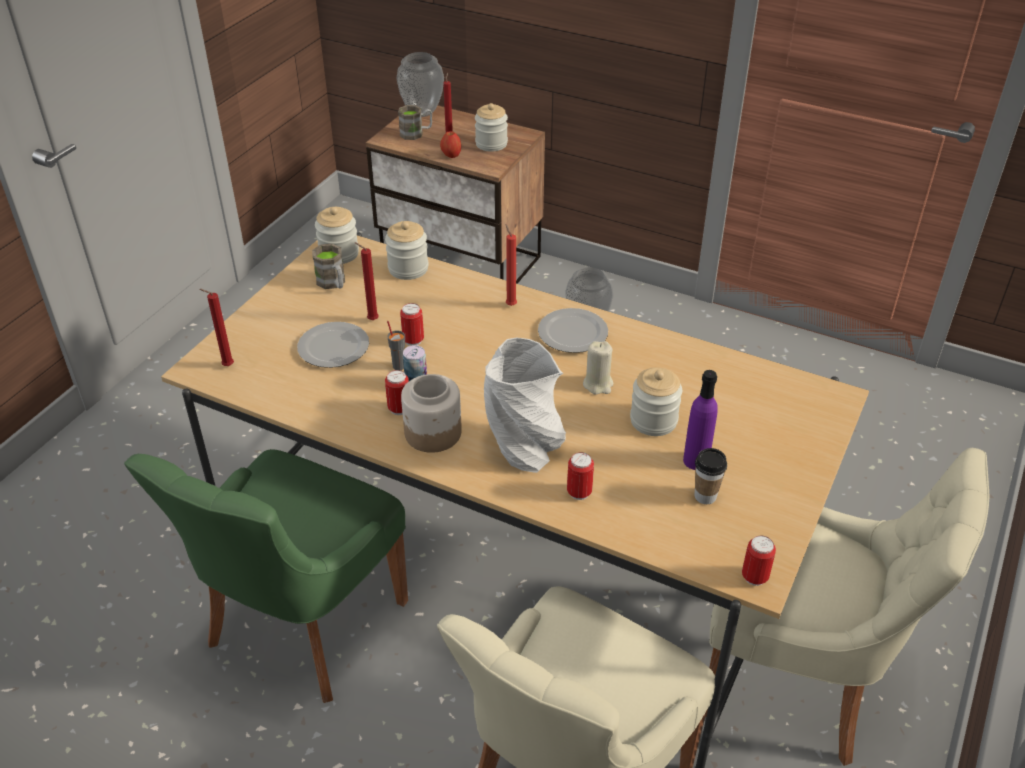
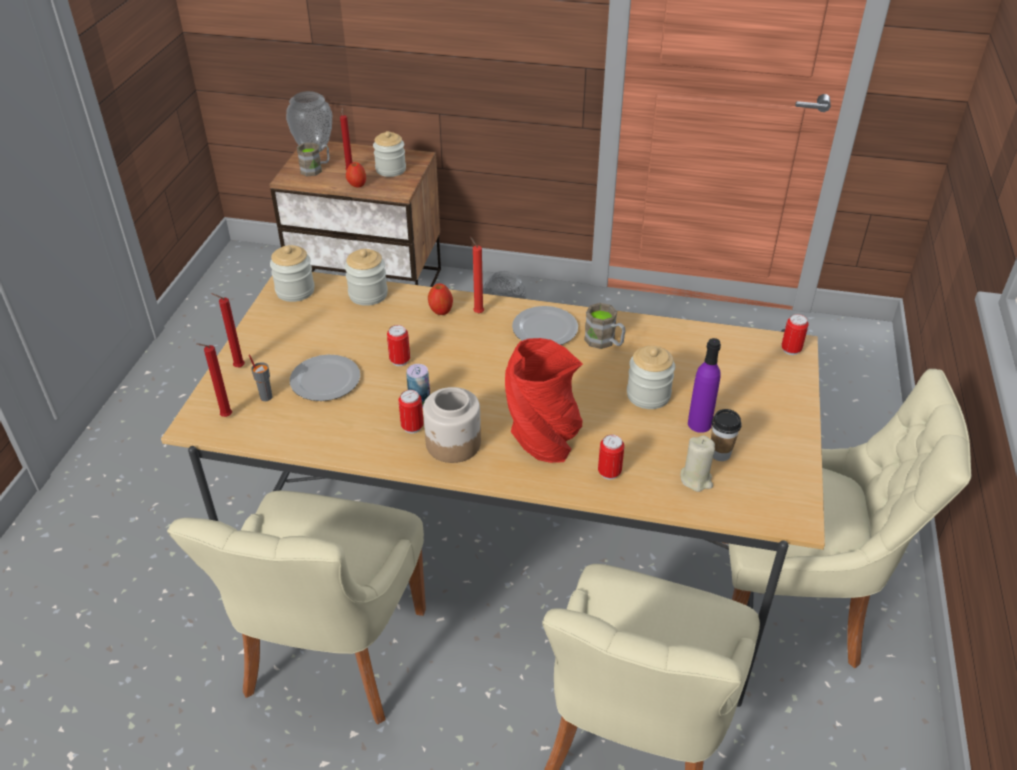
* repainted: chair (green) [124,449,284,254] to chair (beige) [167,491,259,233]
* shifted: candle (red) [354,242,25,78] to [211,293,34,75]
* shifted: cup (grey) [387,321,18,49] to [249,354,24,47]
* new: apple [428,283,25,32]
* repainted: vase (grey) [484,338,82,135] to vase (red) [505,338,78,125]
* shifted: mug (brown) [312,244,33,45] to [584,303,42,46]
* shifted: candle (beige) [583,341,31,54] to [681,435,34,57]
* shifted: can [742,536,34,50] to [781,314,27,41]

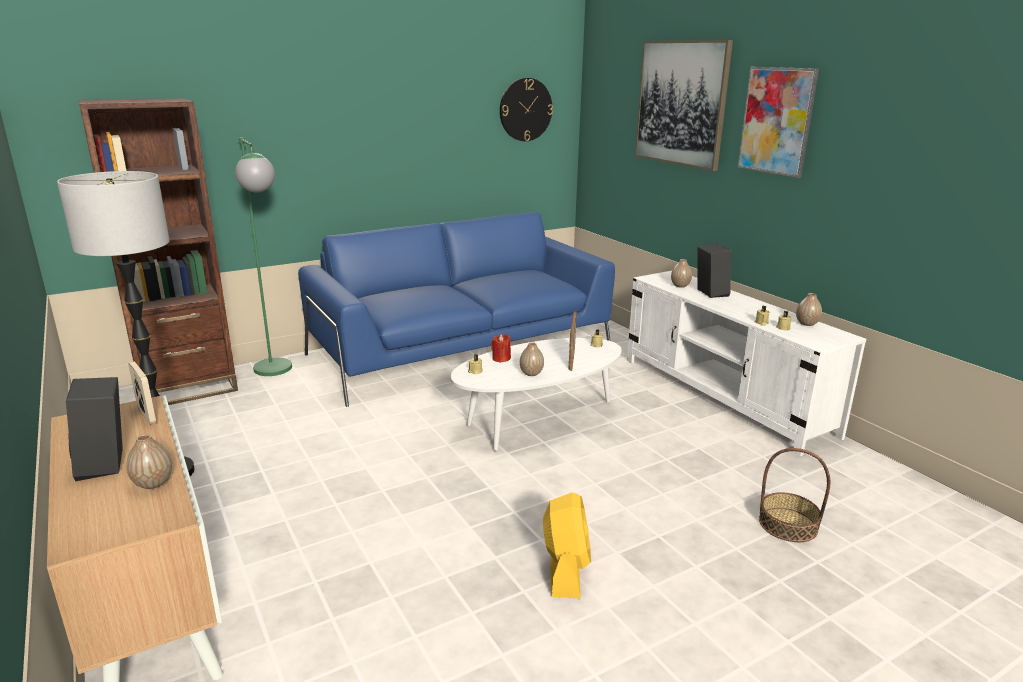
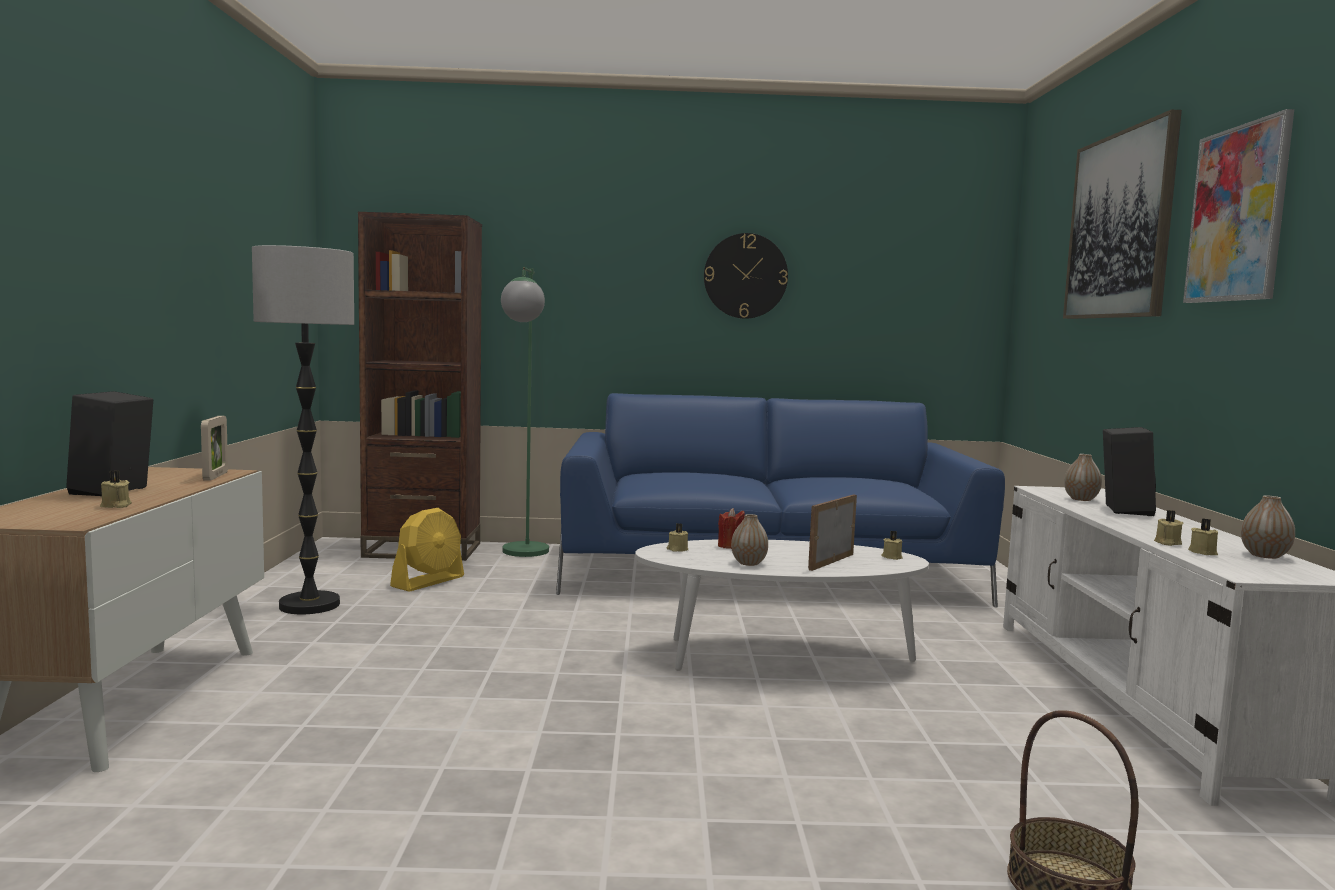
* swapped: vase [126,434,46,55] to candle (beige) [100,470,32,38]
* shifted: fan (yellow) [543,493,48,105] to [390,508,74,84]
* shifted: wall clock [500,78,53,63] to [704,233,84,86]

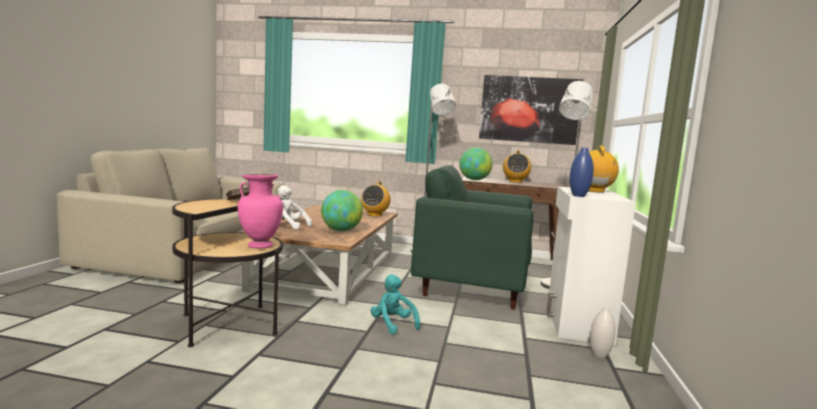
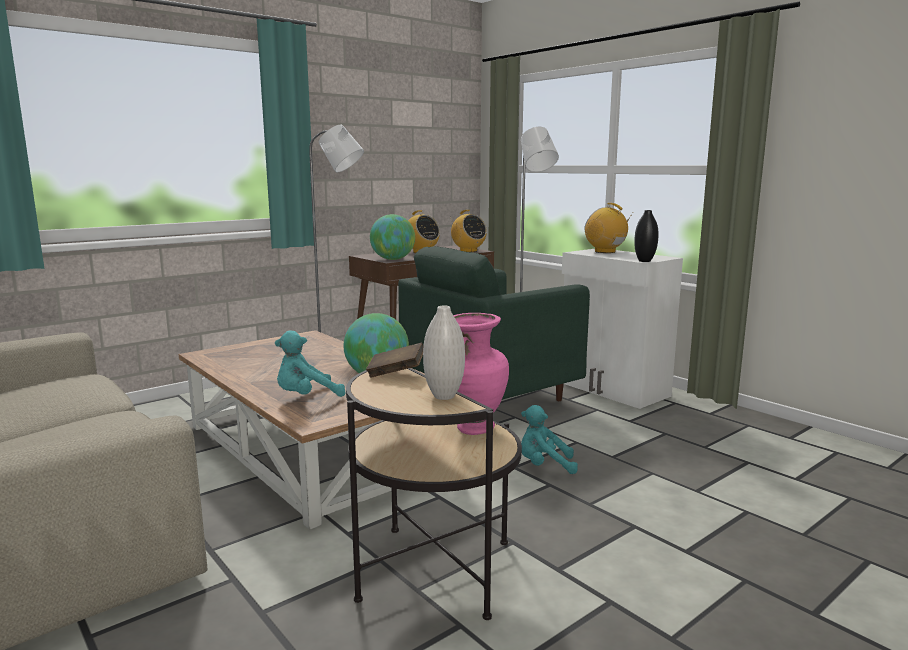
* repainted: plush toy (white) [278,185,34,45] to plush toy (turquoise) [275,330,71,67]
* shifted: vase (white) [590,306,26,52] to [423,306,42,94]
* shifted: radio [361,181,30,35] to [450,210,37,42]
* repainted: vase (blue) [570,147,24,50] to vase (black) [634,210,25,52]
* gone: picture [479,75,104,70]

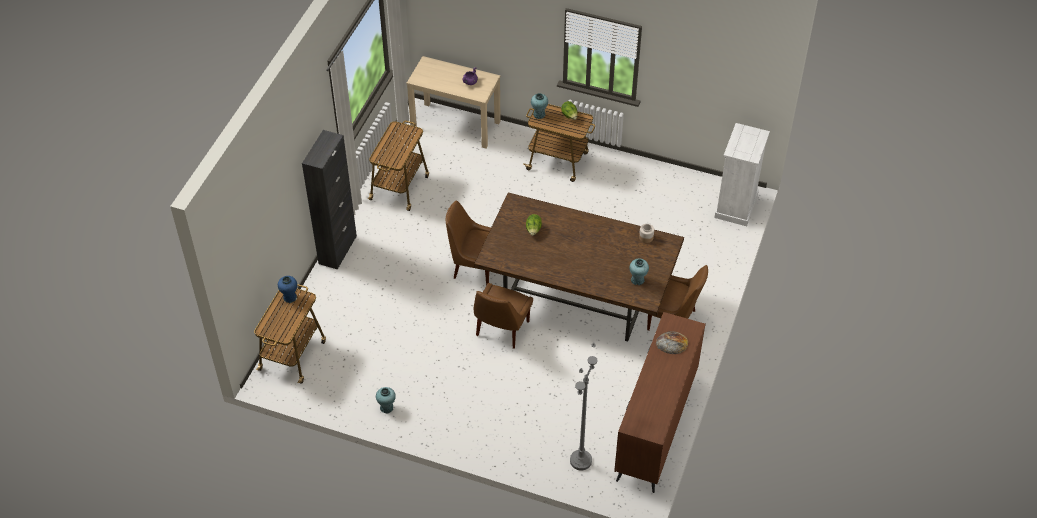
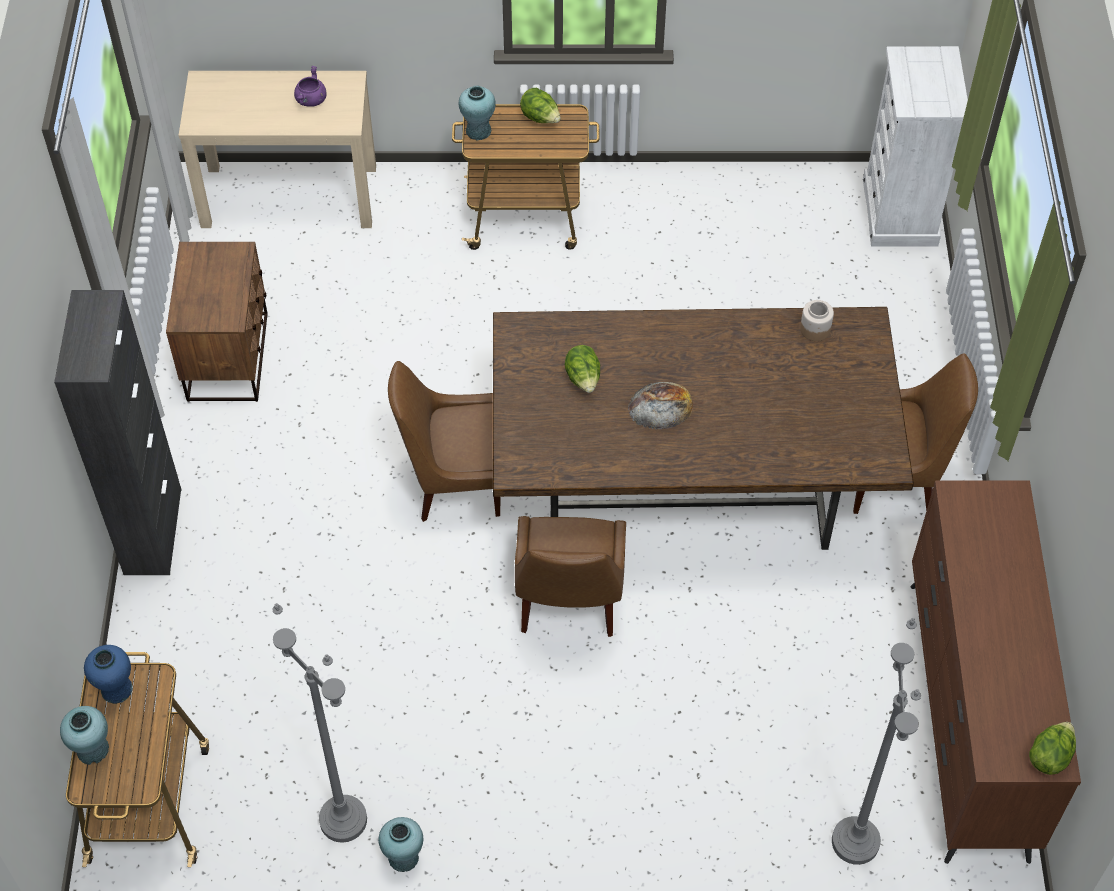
* shifted: vase (turquoise) [630,259,19,26] to [60,706,49,59]
* swapped: cart [368,121,61,90] to nightstand (brown) [166,242,102,160]
* new: floor lamp (grey) [272,603,95,240]
* shifted: bread [656,331,32,23] to [628,382,65,47]
* new: lettuce [1029,722,47,53]

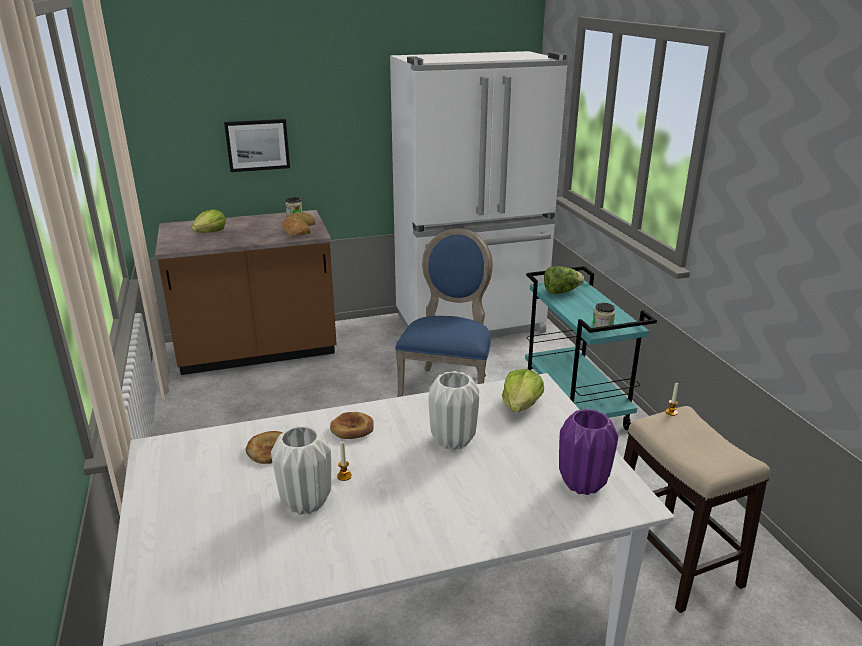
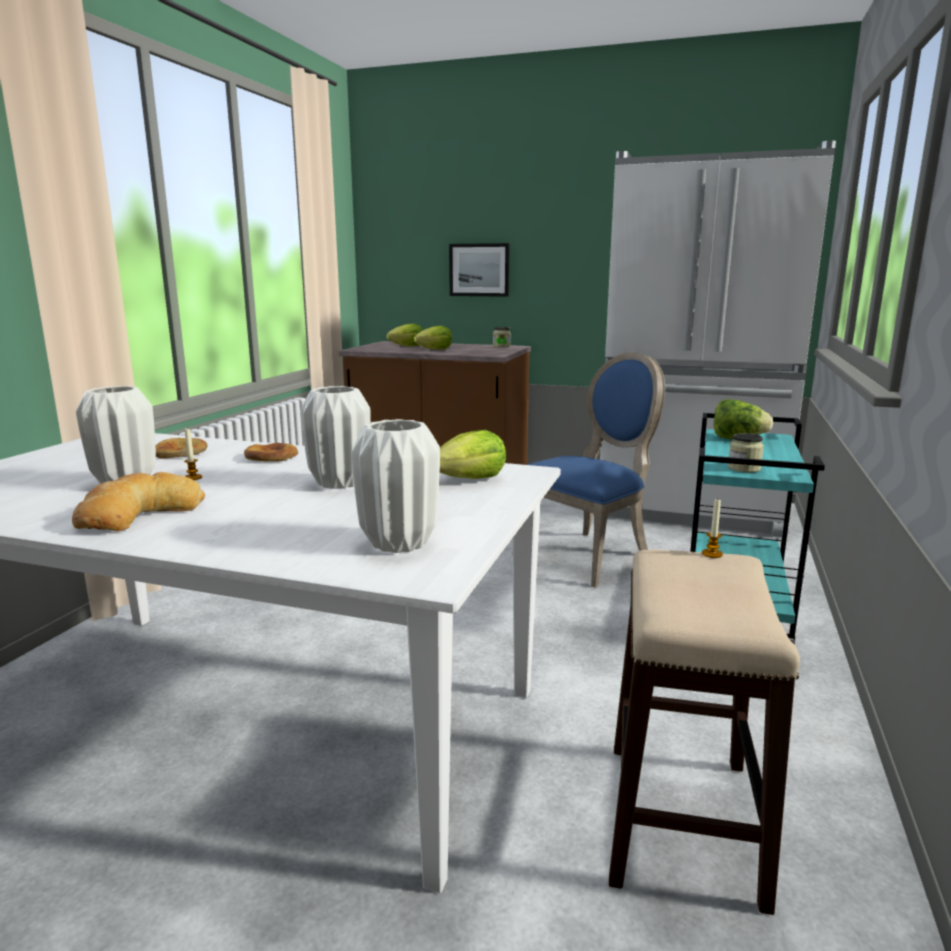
* shifted: bread [282,212,33,24] to [72,472,133,59]
* repainted: vase (purple) [559,409,59,86] to vase (white) [351,419,89,134]
* new: lettuce [414,326,38,24]

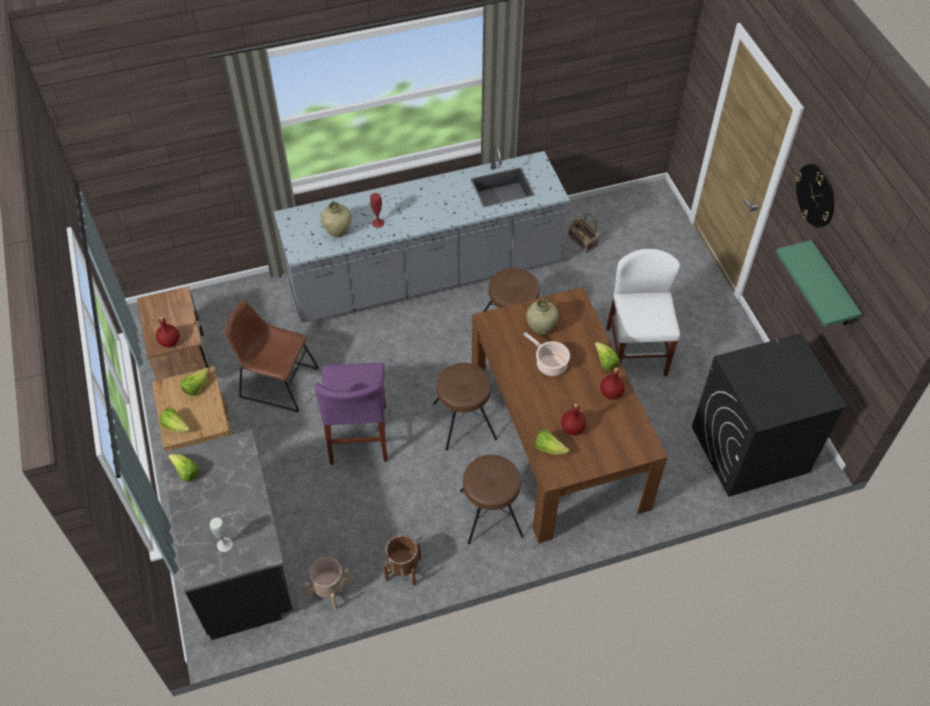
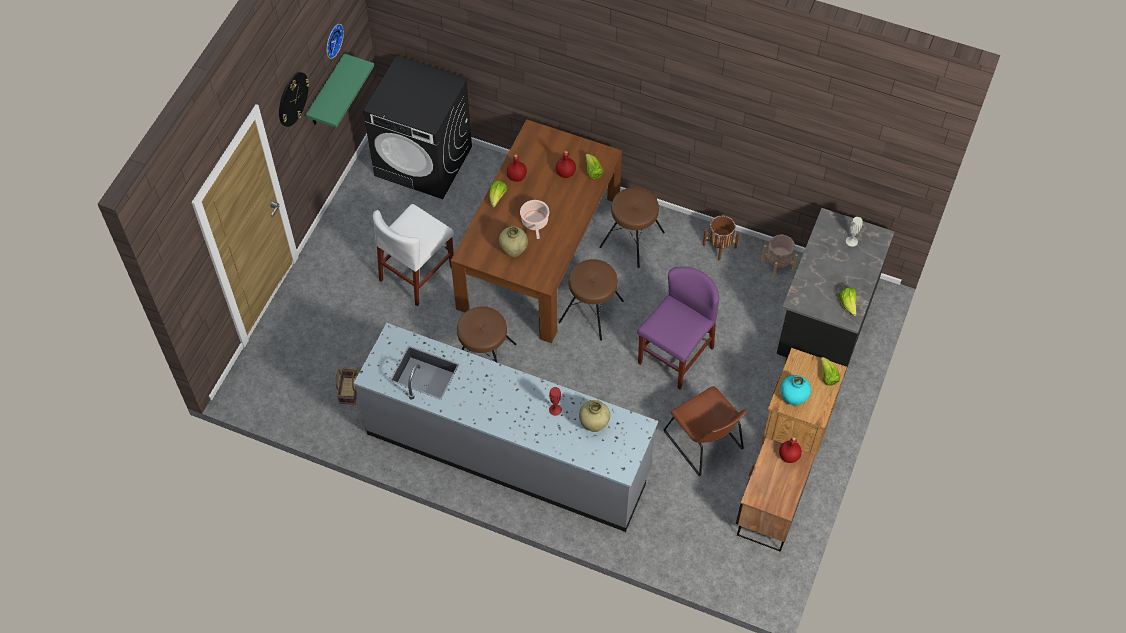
* new: wall clock [326,24,18,35]
* swapped: lettuce [180,368,29,28] to vase (turquoise) [781,375,30,31]

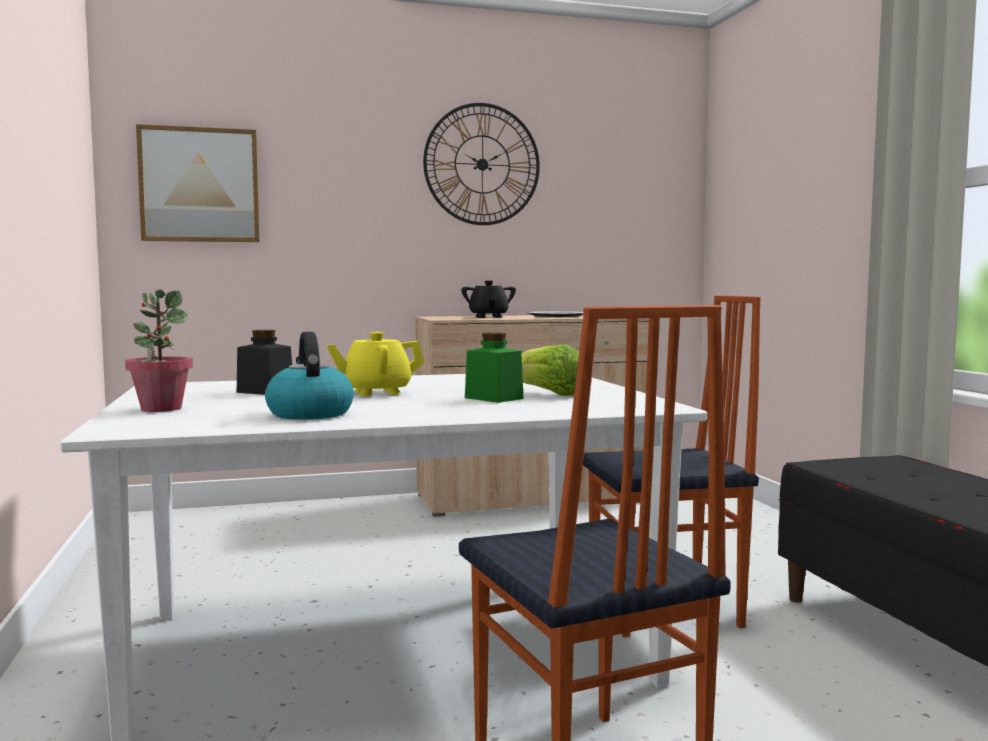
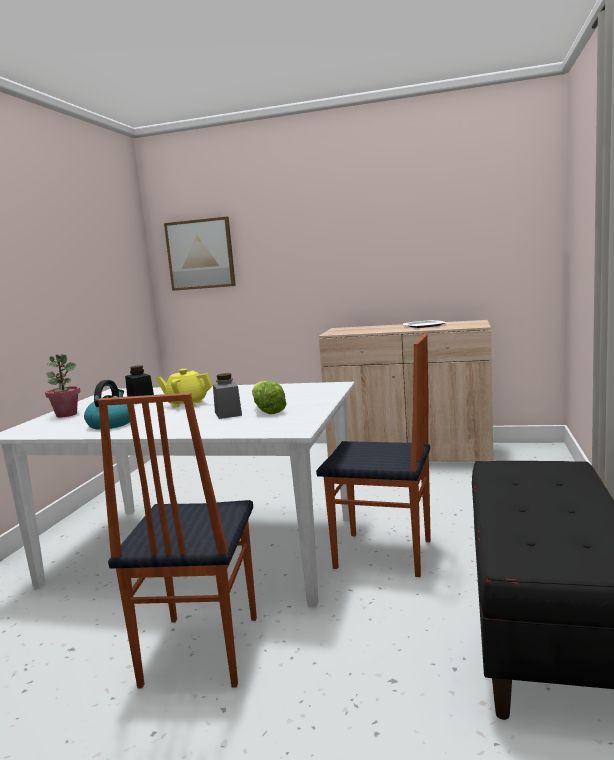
* repainted: jar (green) [465,332,59,71] to jar (grey) [213,373,29,46]
* gone: wall clock [423,103,117,122]
* gone: teapot (black) [461,280,55,38]

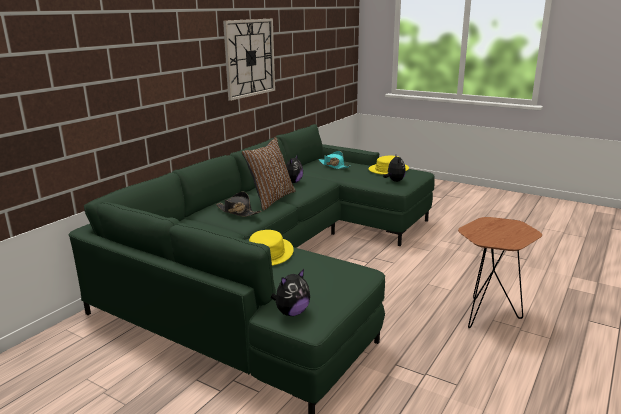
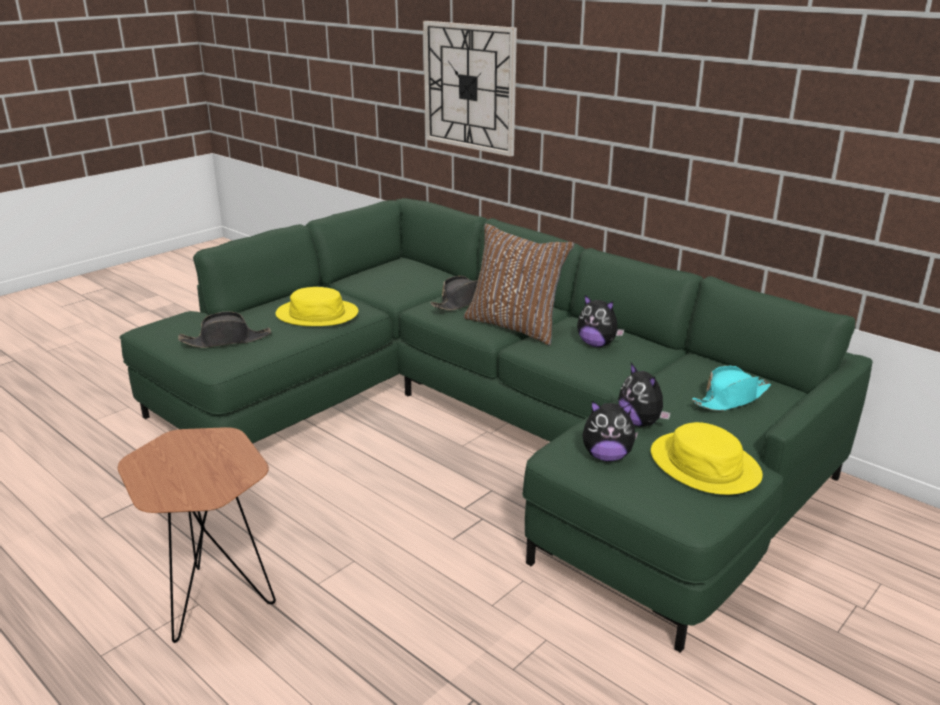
* new: hat (black) [178,312,93,36]
* shifted: wall clock [223,19,52,82] to [423,21,94,136]
* shifted: plush toy [271,269,39,47] to [618,363,53,64]

